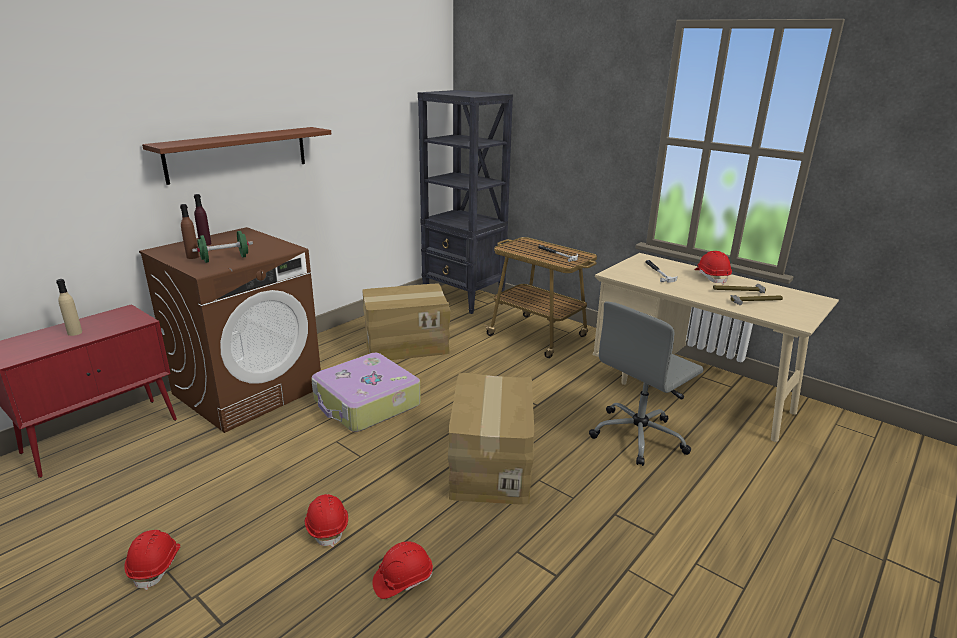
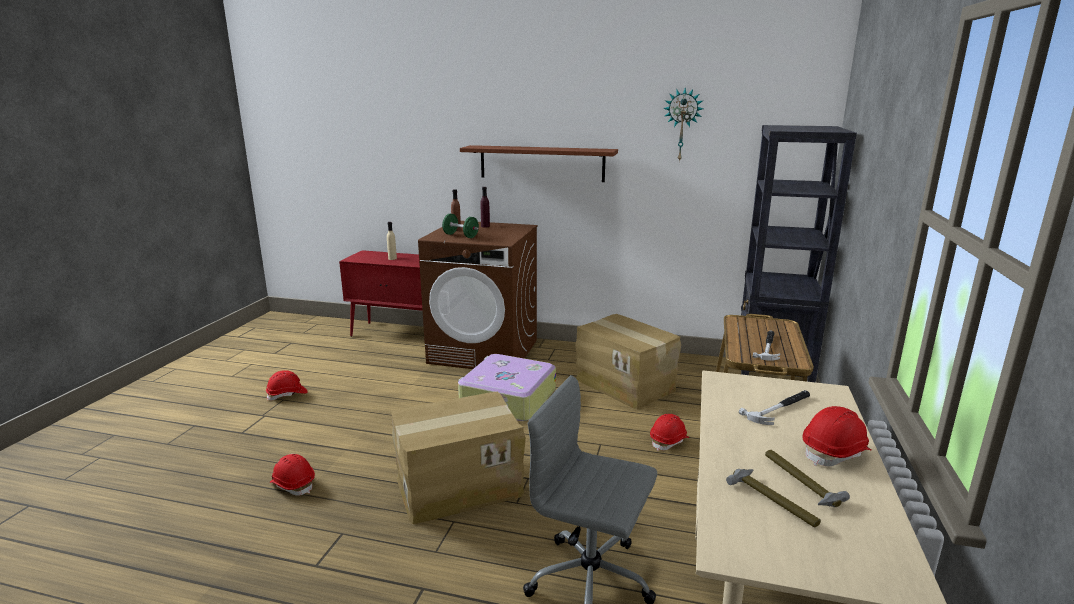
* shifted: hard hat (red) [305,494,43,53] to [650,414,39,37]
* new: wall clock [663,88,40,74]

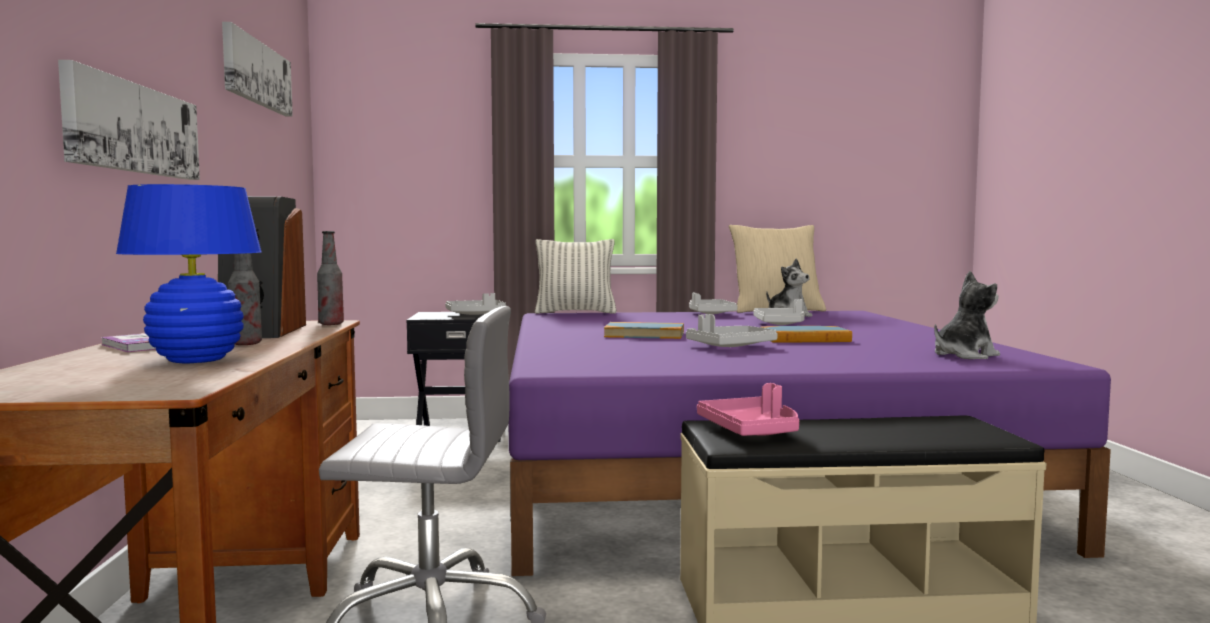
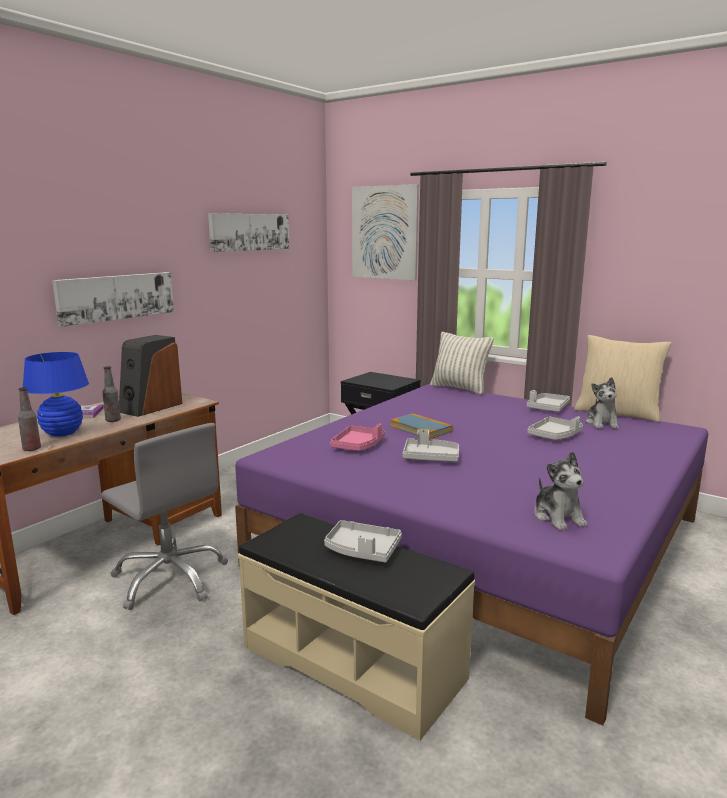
* shifted: bottle [317,231,27,94] to [18,387,23,64]
* shifted: tray (grey) [445,293,62,22] to [324,520,78,42]
* shifted: tray (pink) [697,383,102,53] to [330,424,55,27]
* new: picture [352,184,67,96]
* rotated: plush toy [934,271,66,88] = [534,451,53,79] 60 degrees clockwise
* gone: book [761,326,91,17]

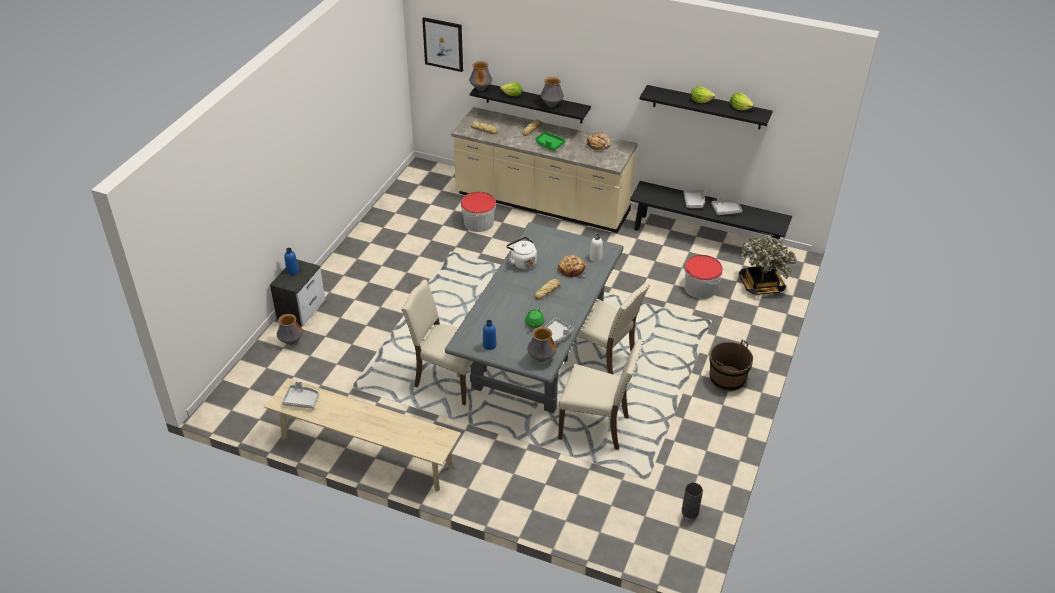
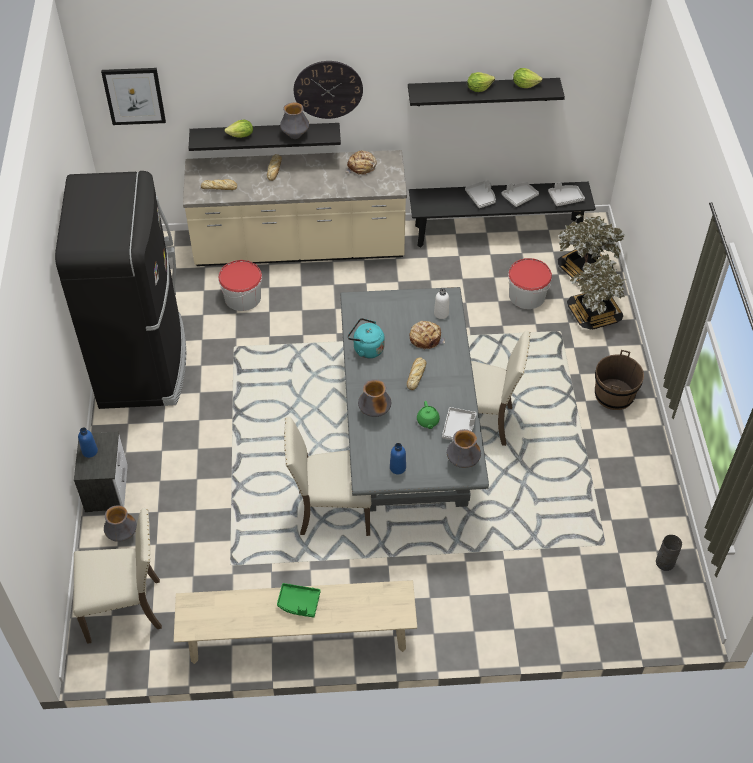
* new: fridge (black) [55,171,131,238]
* shifted: chair (beige) [558,339,86,111] to [73,508,89,136]
* shifted: tray (green) [535,131,30,20] to [277,583,44,35]
* new: wall clock [294,61,69,58]
* repainted: kettle (white) [506,237,31,33] to kettle (turquoise) [348,318,37,41]
* shifted: vase [469,61,23,30] to [358,379,33,38]
* shifted: tray (grey) [282,381,37,28] to [548,182,37,24]
* new: potted plant [567,254,58,75]

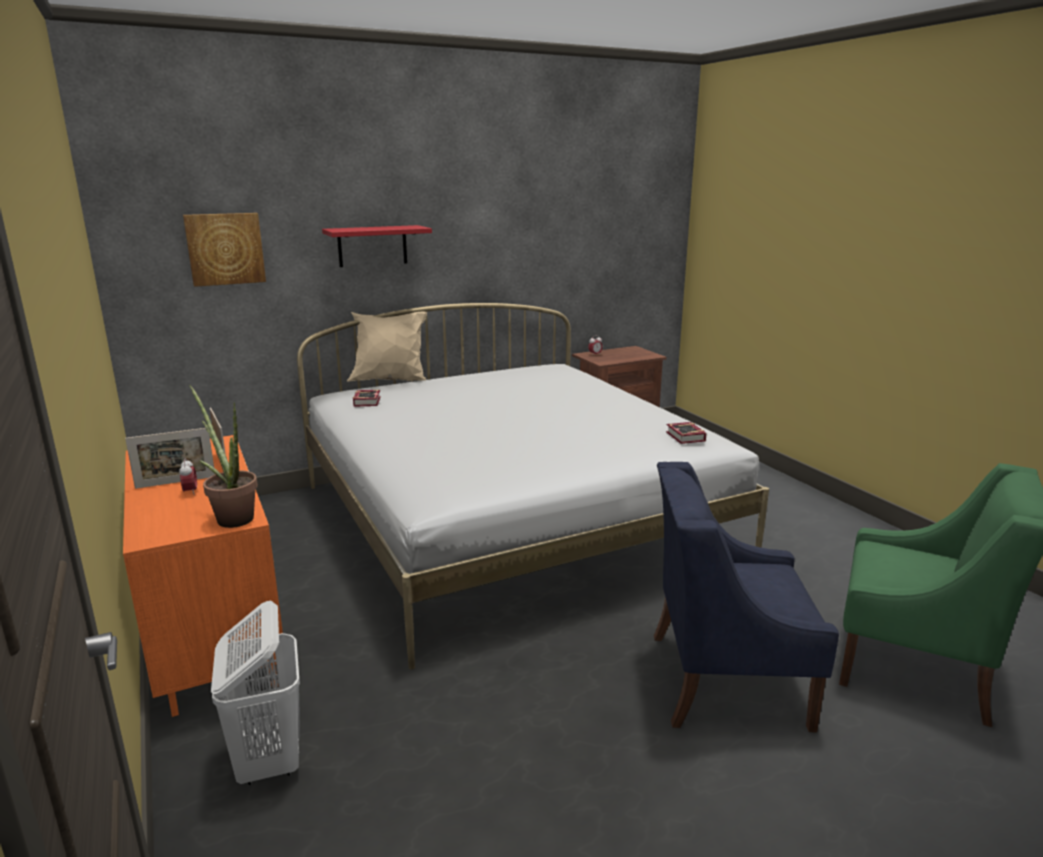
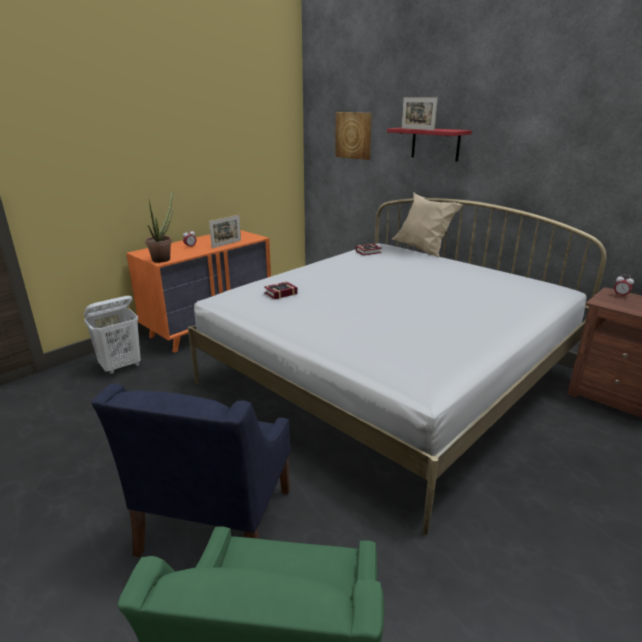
* rotated: armchair (blue) [654,462,185,271] = [91,384,200,173] 150 degrees counterclockwise
* shifted: book [666,422,41,22] to [264,282,34,18]
* shifted: picture frame [125,428,90,61] to [402,97,36,33]

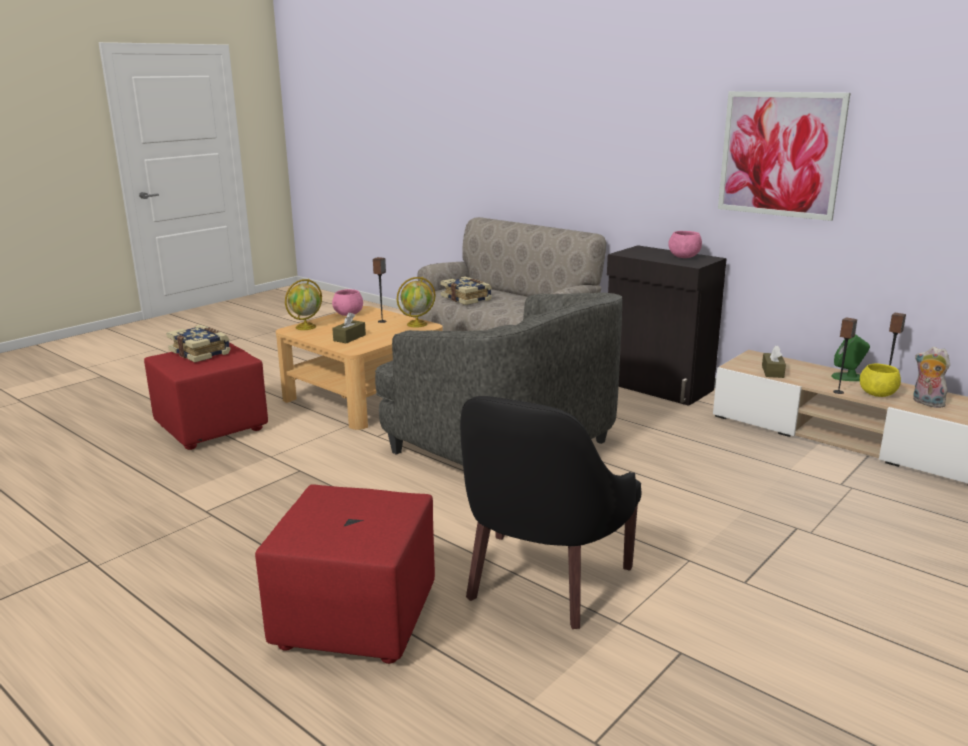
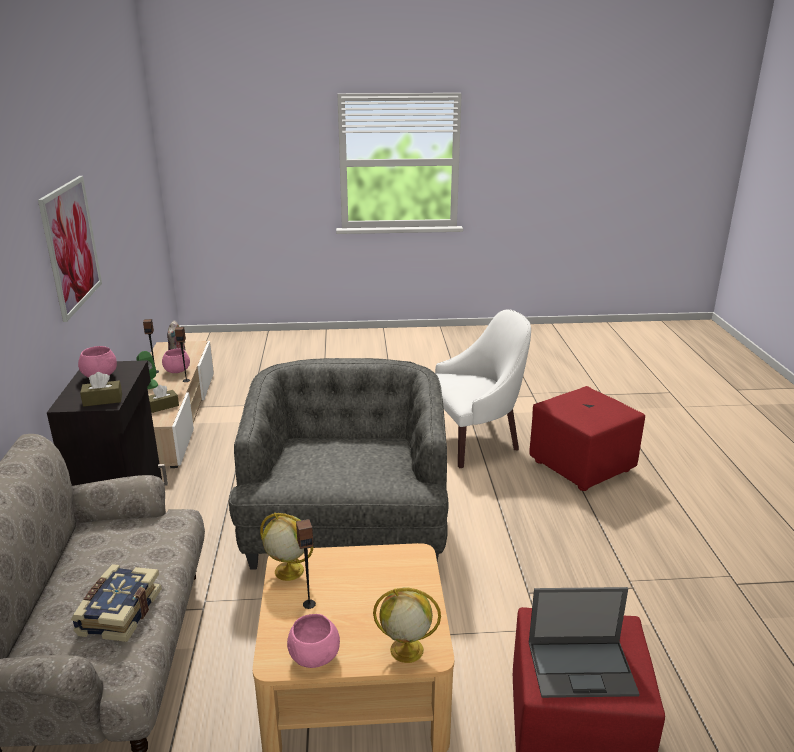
* shifted: tissue box (brown) [332,312,34,32] to [80,372,42,35]
* repainted: bowl (yellow) [860,364,41,33] to bowl (pink) [162,349,28,24]
* repainted: armchair (black) [460,396,181,233] to armchair (white) [435,309,96,159]
* swapped: book [166,325,65,37] to laptop [529,587,111,111]

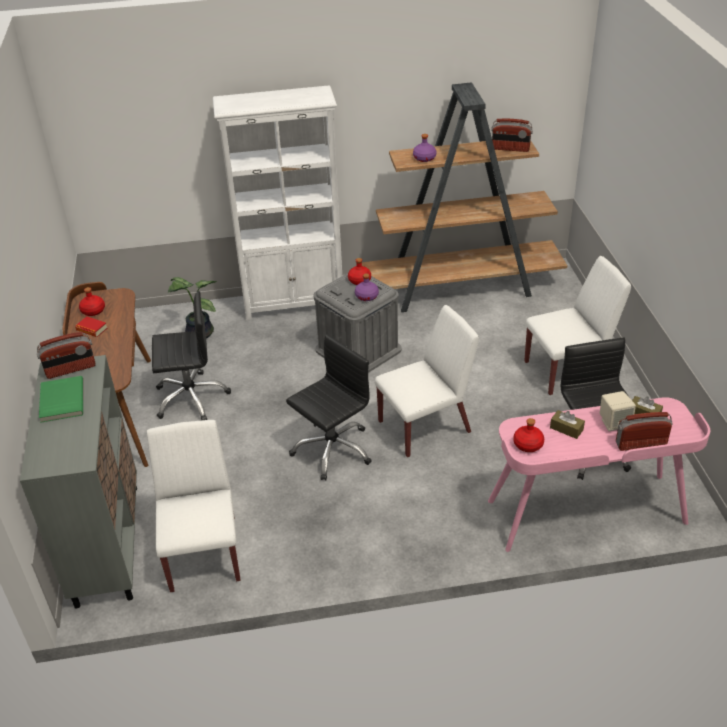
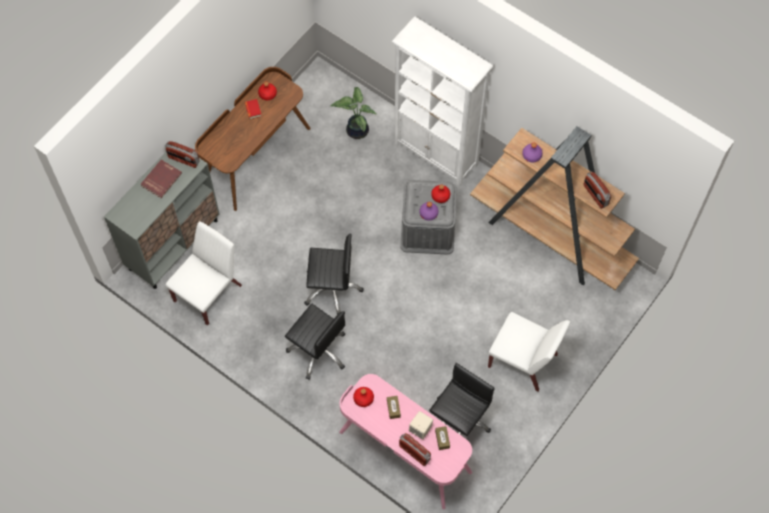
* repainted: book (green) [39,376,44,47] to book (red) [140,160,42,38]
* shifted: office chair (black) [152,291,79,129] to [285,304,60,76]
* gone: chair (white) [375,305,104,152]

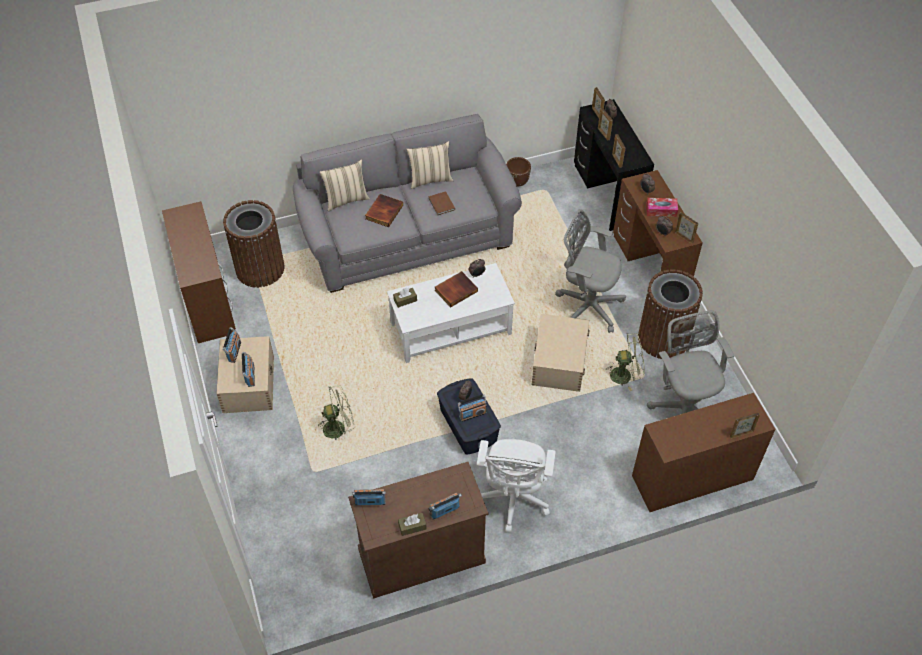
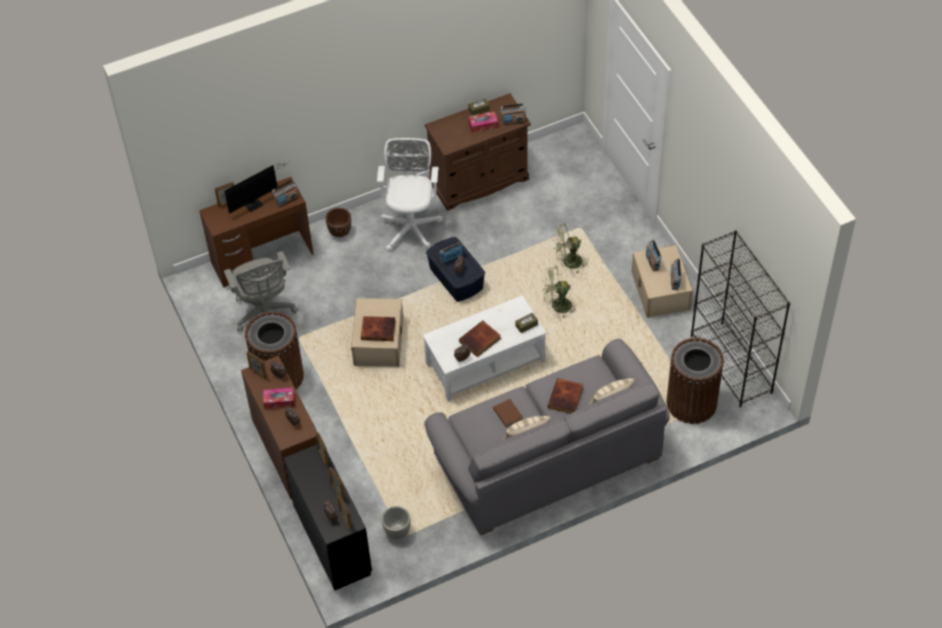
* new: monitor [224,163,62,50]
* shifted: radio [429,493,33,26] to [272,179,26,29]
* shifted: planter (brown) [506,157,25,30] to [326,208,25,29]
* new: book [361,316,35,25]
* new: planter (grey) [382,506,29,33]
* new: tissue box [468,111,30,22]
* shifted: fan (green) [608,333,37,58] to [543,266,33,53]
* swapped: desk (brown) [162,201,74,142] to bookcase (black) [691,230,99,177]
* gone: office chair (grey) [555,209,71,124]

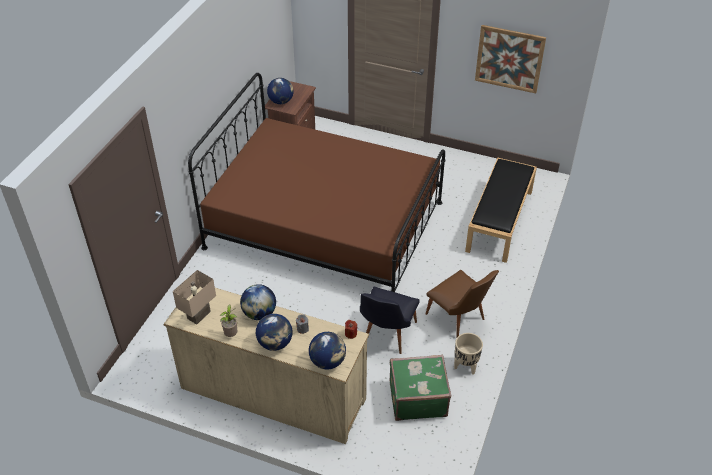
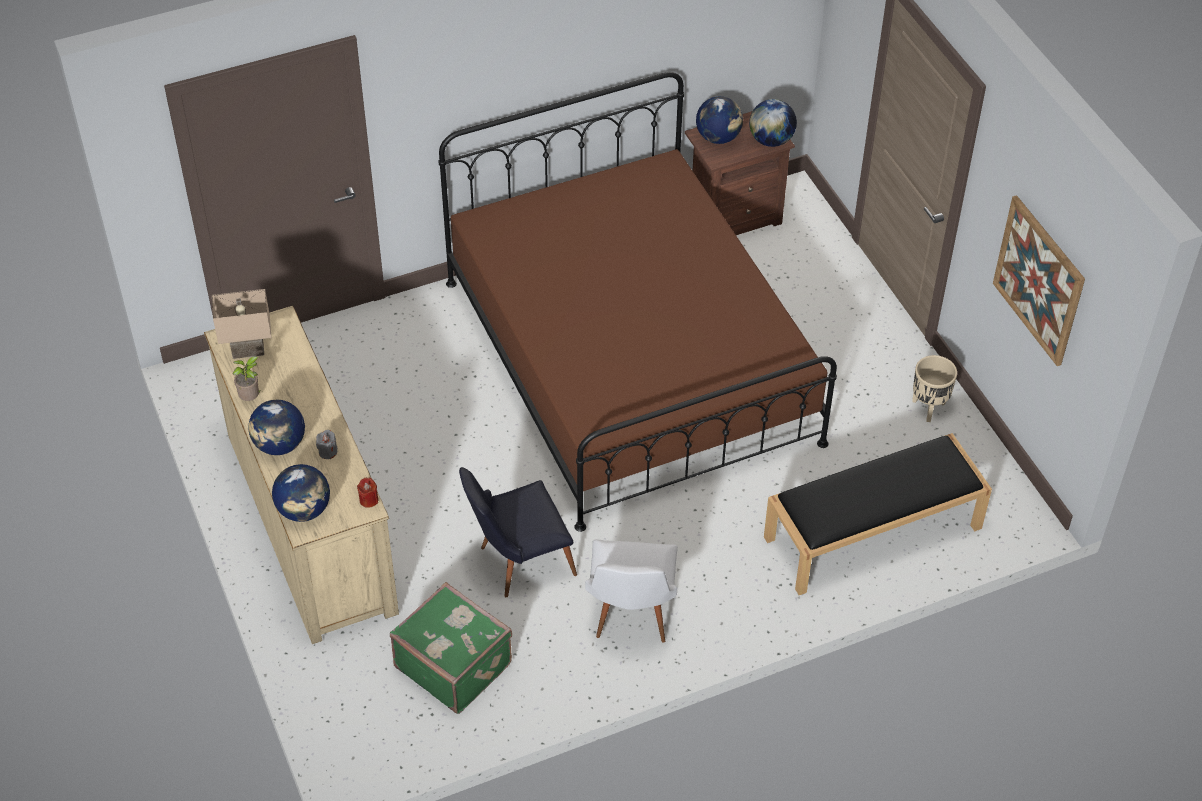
* repainted: chair (brown) [426,270,73,69] to chair (white) [585,539,93,104]
* shifted: globe [240,284,36,36] to [749,99,48,48]
* shifted: planter (beige) [454,333,29,41] to [912,355,45,67]

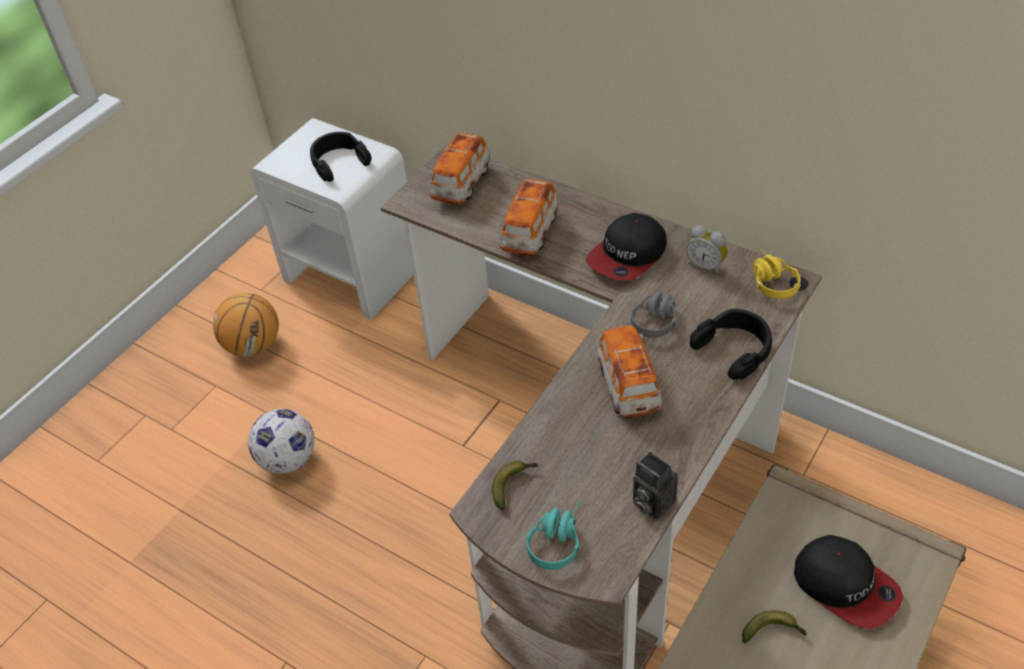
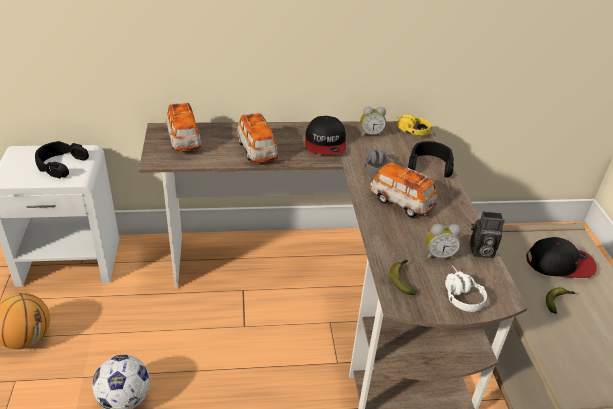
* new: alarm clock [426,224,35,36]
* repainted: headphones (turquoise) [526,500,54,70] to headphones (white) [445,265,42,47]

